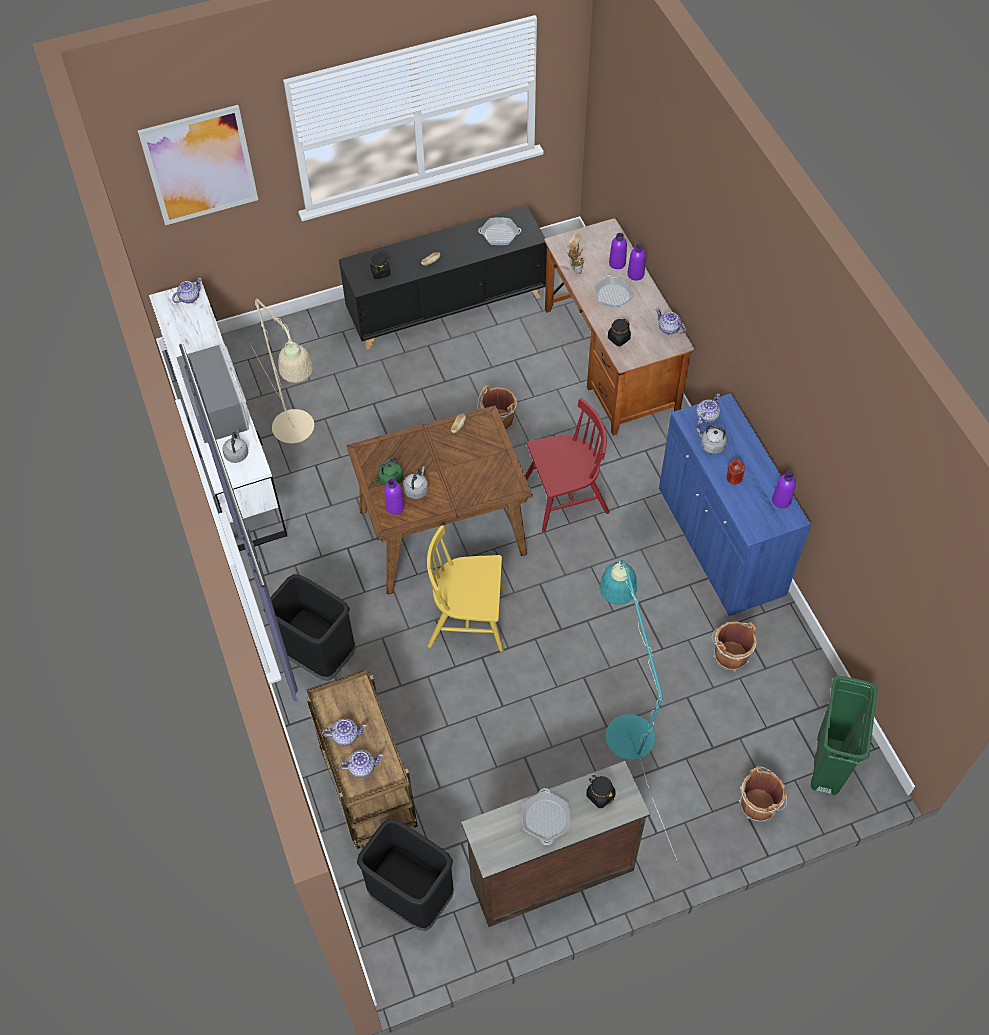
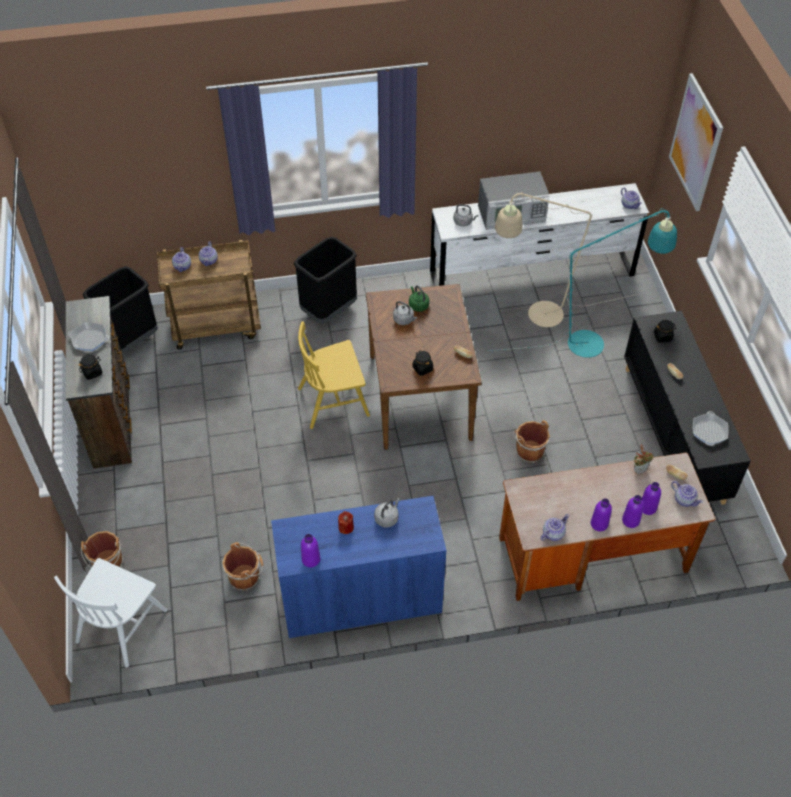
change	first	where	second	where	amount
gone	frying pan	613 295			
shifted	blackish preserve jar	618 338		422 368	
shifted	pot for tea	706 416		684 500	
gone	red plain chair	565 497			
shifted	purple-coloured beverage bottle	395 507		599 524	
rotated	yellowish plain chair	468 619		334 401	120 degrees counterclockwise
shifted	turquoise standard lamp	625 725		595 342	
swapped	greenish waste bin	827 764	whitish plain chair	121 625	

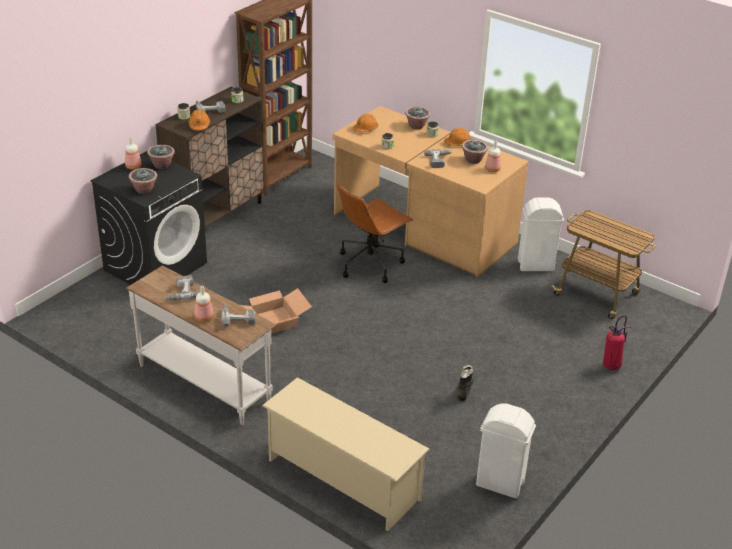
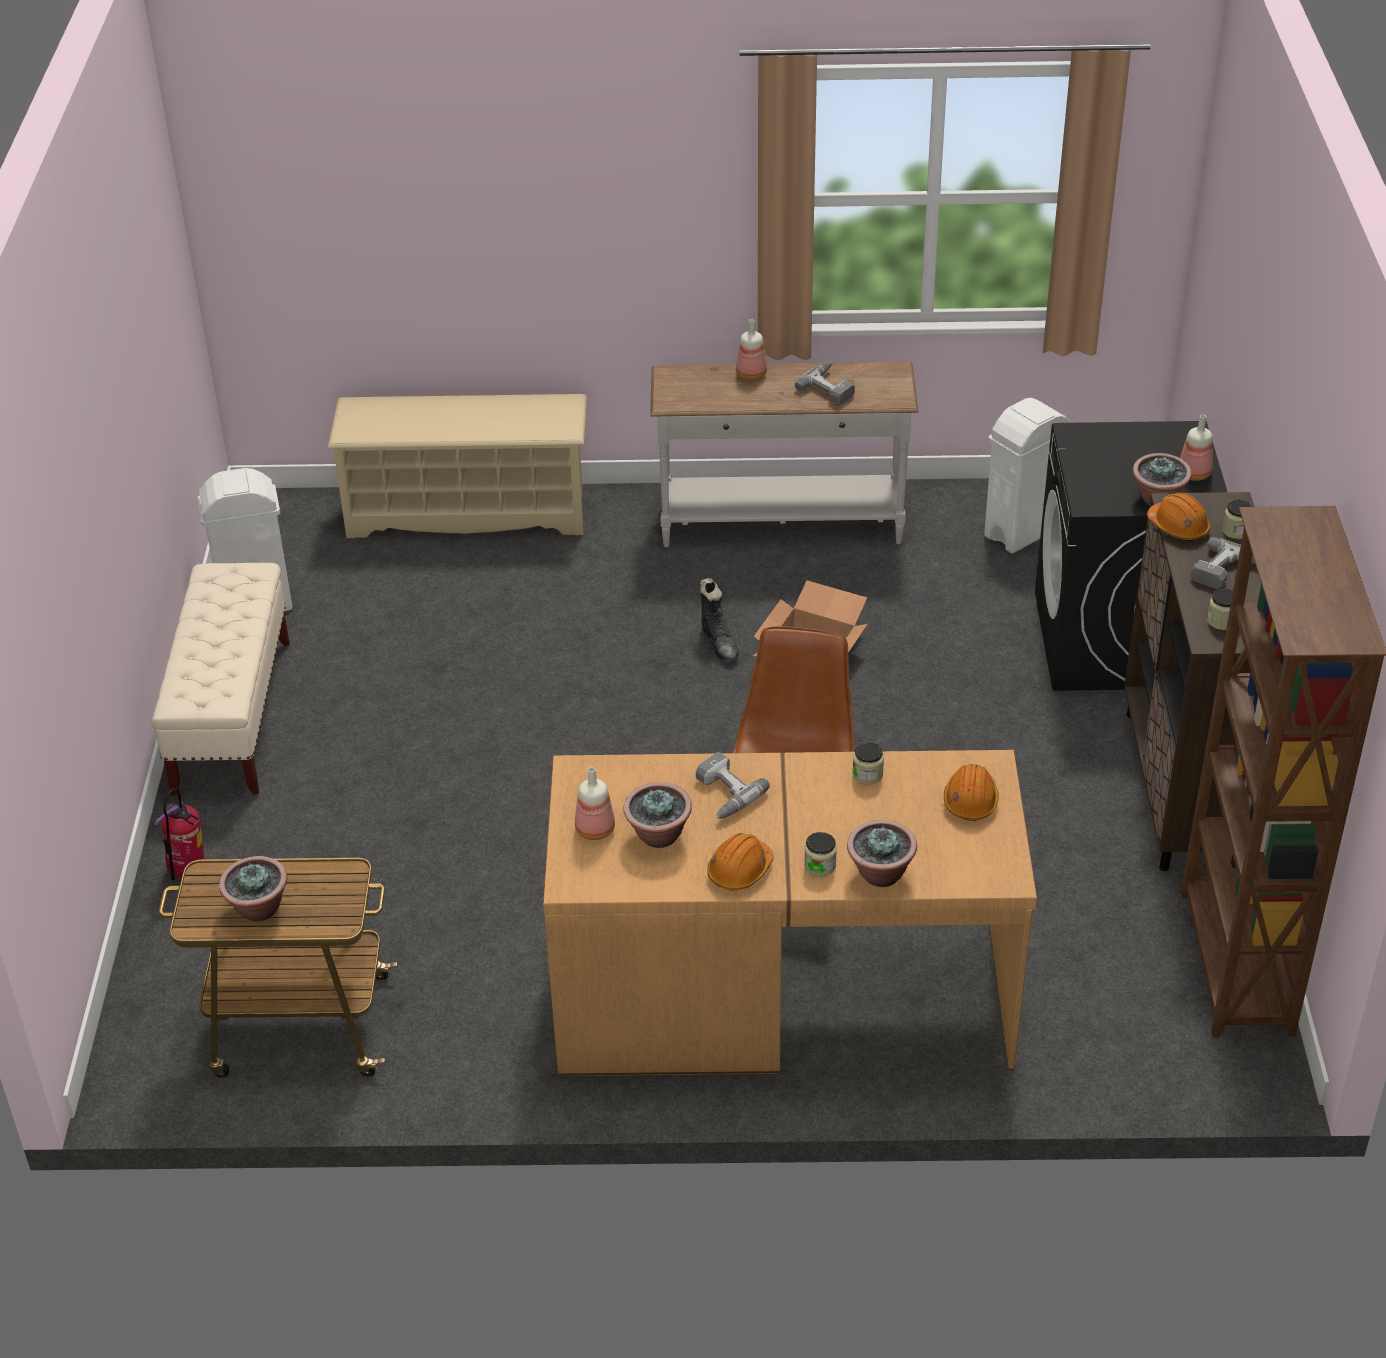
change	first	where	second	where	amount
shifted	houseplant	144 190		258 909	
shifted	whitish waste bin	535 265		1022 532	
gone	power drill	238 317			
shifted	blackish tall boot	464 389		719 644	
new			sand-coloured indoor bench	233 716	

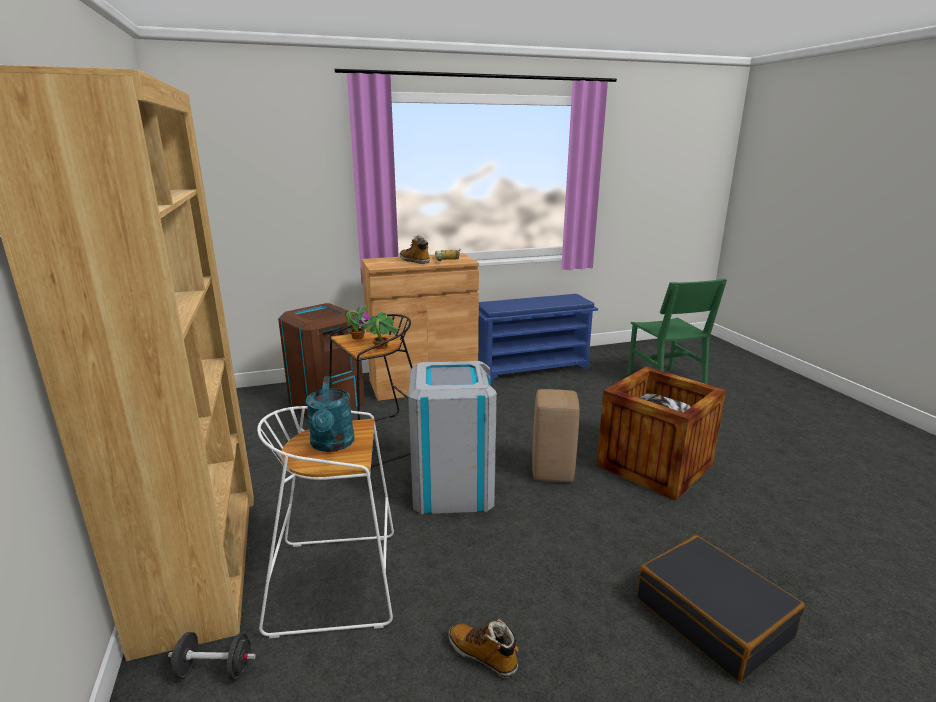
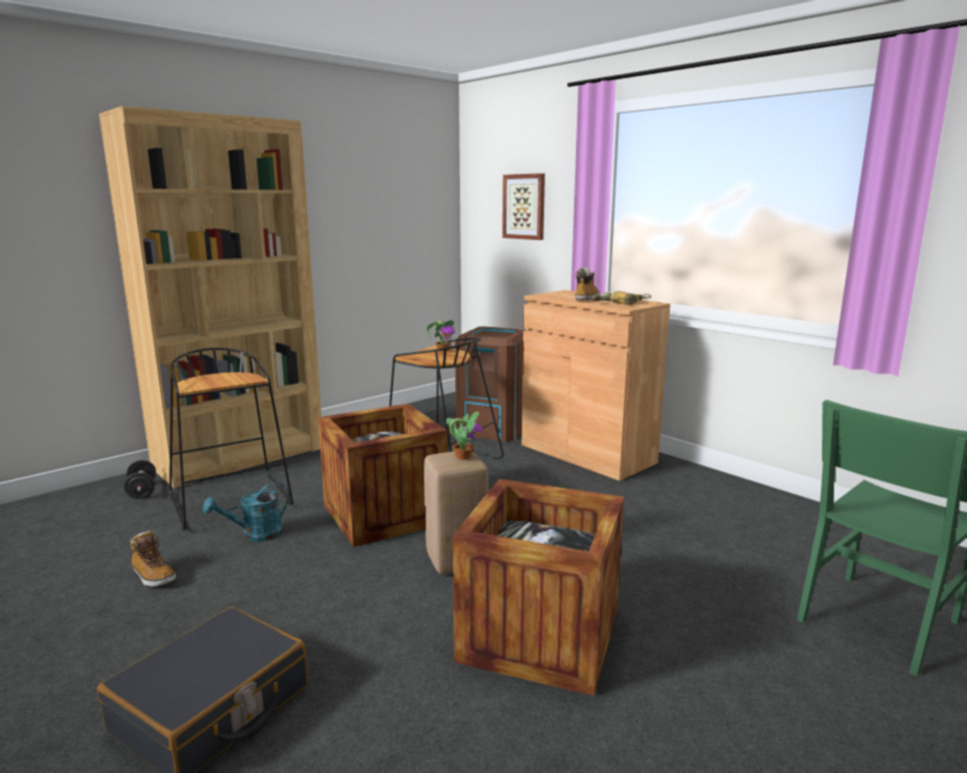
change	first	where	second	where	amount
gone	blue-coloured shoe stand	532 367			
shifted	houseplant	380 347		462 456	
swapped	grey waste bin	452 488	packing crate	384 514	
shifted	turquoise sprinkling can	332 445		255 535	
repainted	whitish sitting stool	338 581	blackish sitting stool	232 502	
rotated	tall boot	483 655		153 576	120 degrees clockwise
new			wall picture	524 206	

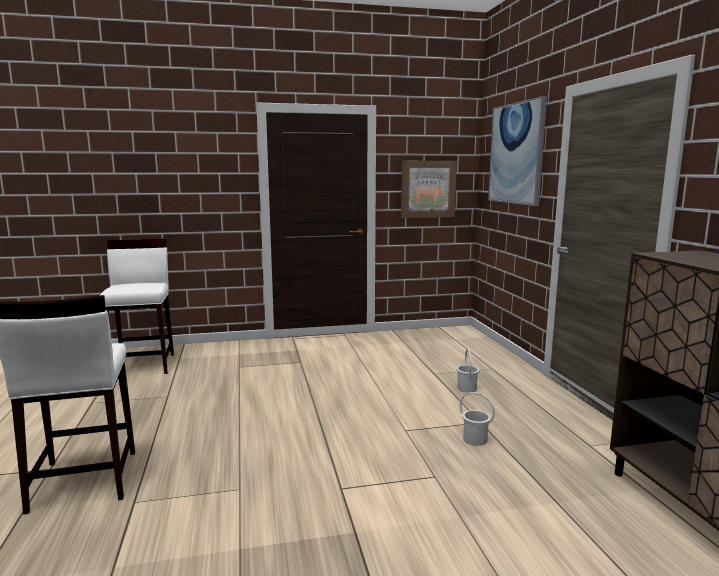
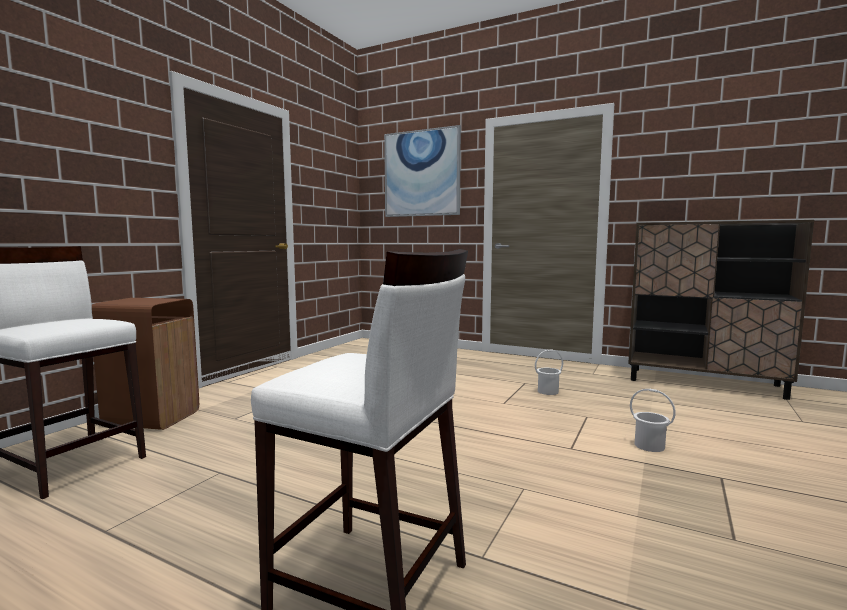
change	first	where	second	where	amount
gone	wall picture	428 189			
shifted	whitish bucket	467 388		649 445	
new			brownish waste bin	152 418	

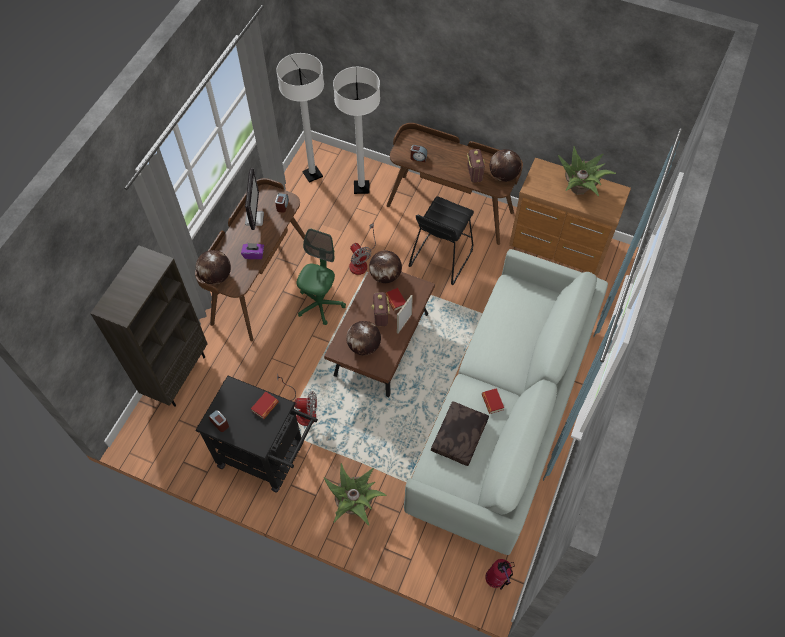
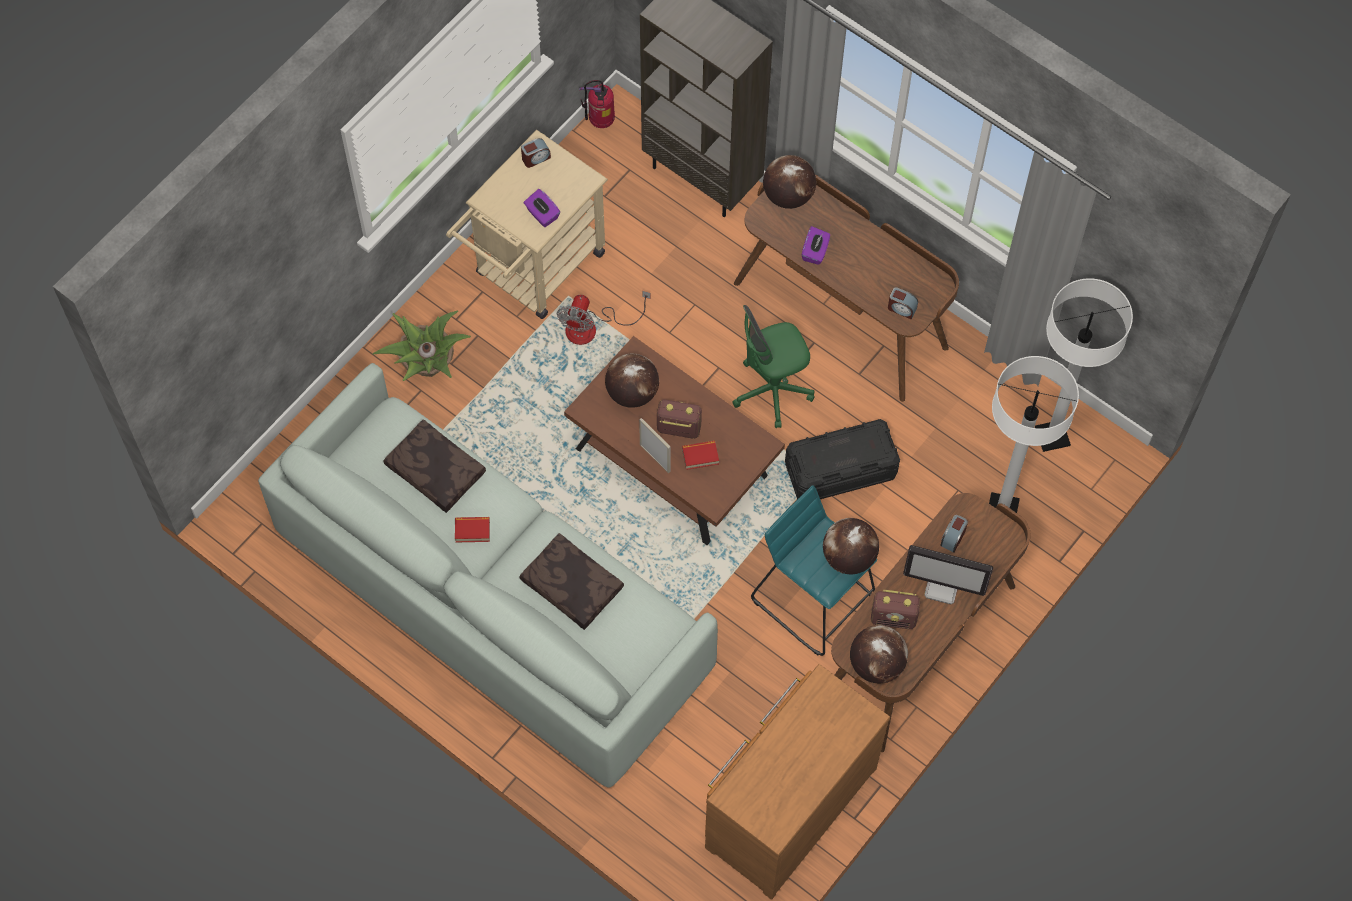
change	first	where	second	where	amount
gone	houseplant	579 189			
shifted	computer screen	254 218		942 587	
repainted	blackish sitting stool	440 257	turquoise sitting stool	814 598	
swapped	fan	361 261	blackish storage bin	840 470	
rotated	greenish office chair	320 304		772 391	120 degrees clockwise
shifted	world globe	385 276		848 557	
repainted	blackish cart	268 457	sand-coloured cart	533 271	
swapped	book	265 406	purple-coloured tissue box	542 214	
shifted	extinguisher	496 579		600 122	
new			brownish throw pillow	570 586	

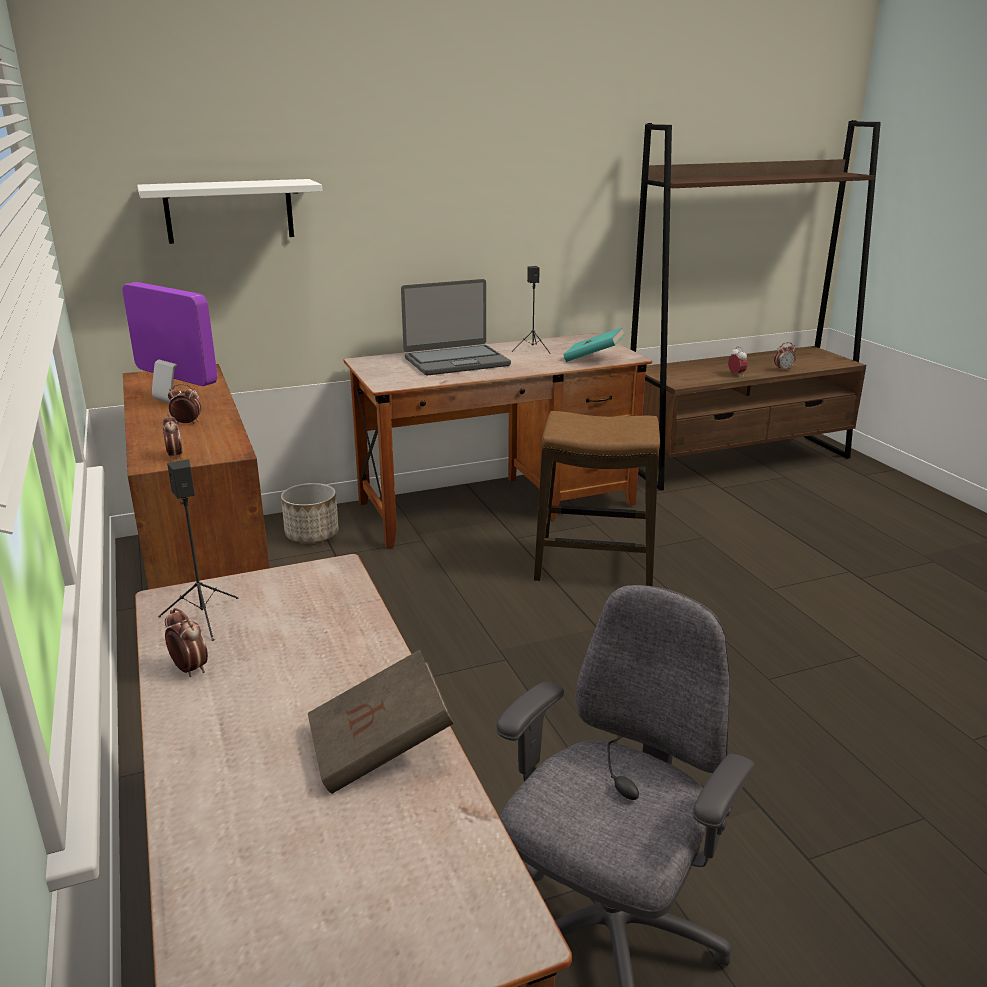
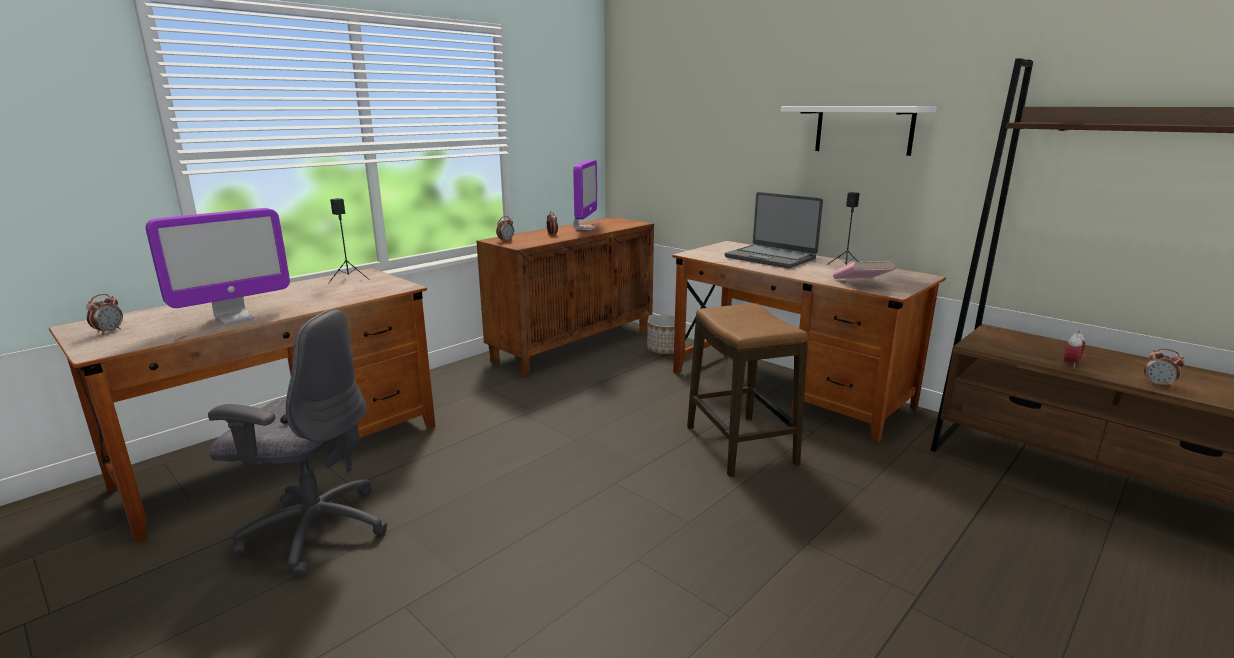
change	first	where	second	where	amount
shifted	whitish bracket shelf	229 211		863 129	
repainted	turquoise book	593 359	pinkish book	861 284	
shifted	bedside clock	189 669		109 331	
swapped	brownish book	380 748	computer screen	234 318	

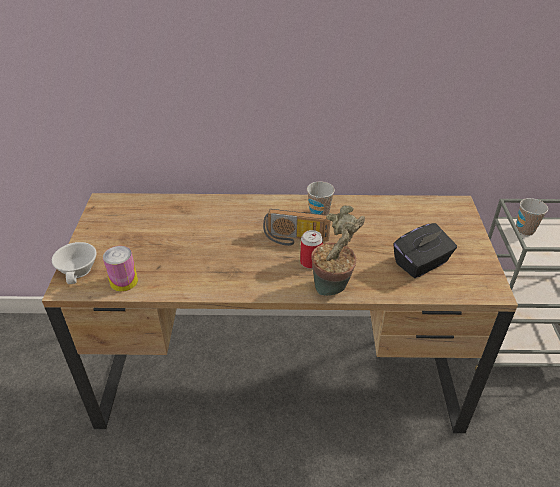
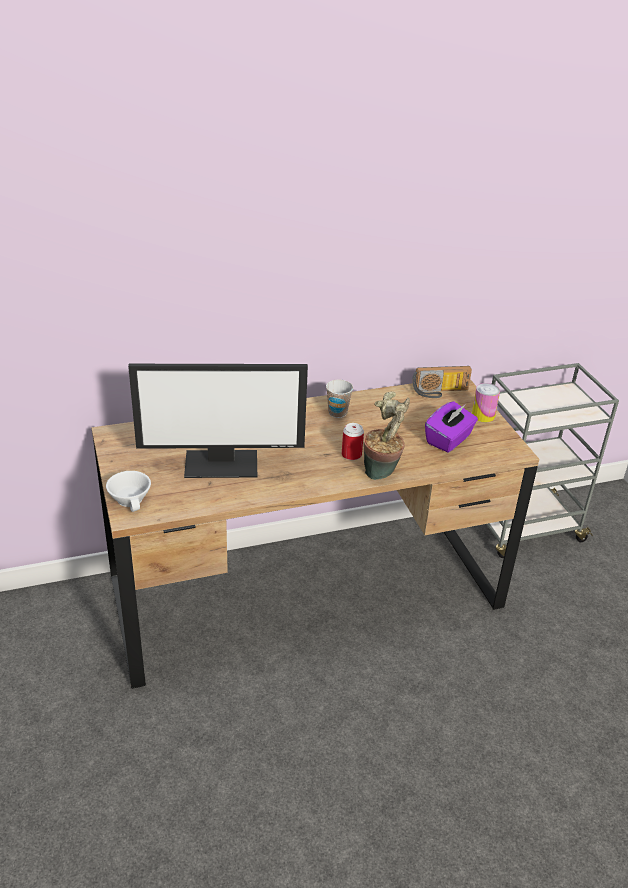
change	first	where	second	where	amount
gone	drinking cup	524 230			
shifted	radio	295 239		440 392	
repainted	blackish tissue box	421 263	purple-coloured tissue box	449 440	
shifted	sealed can	124 281		483 415	
new			computer screen	222 463	

